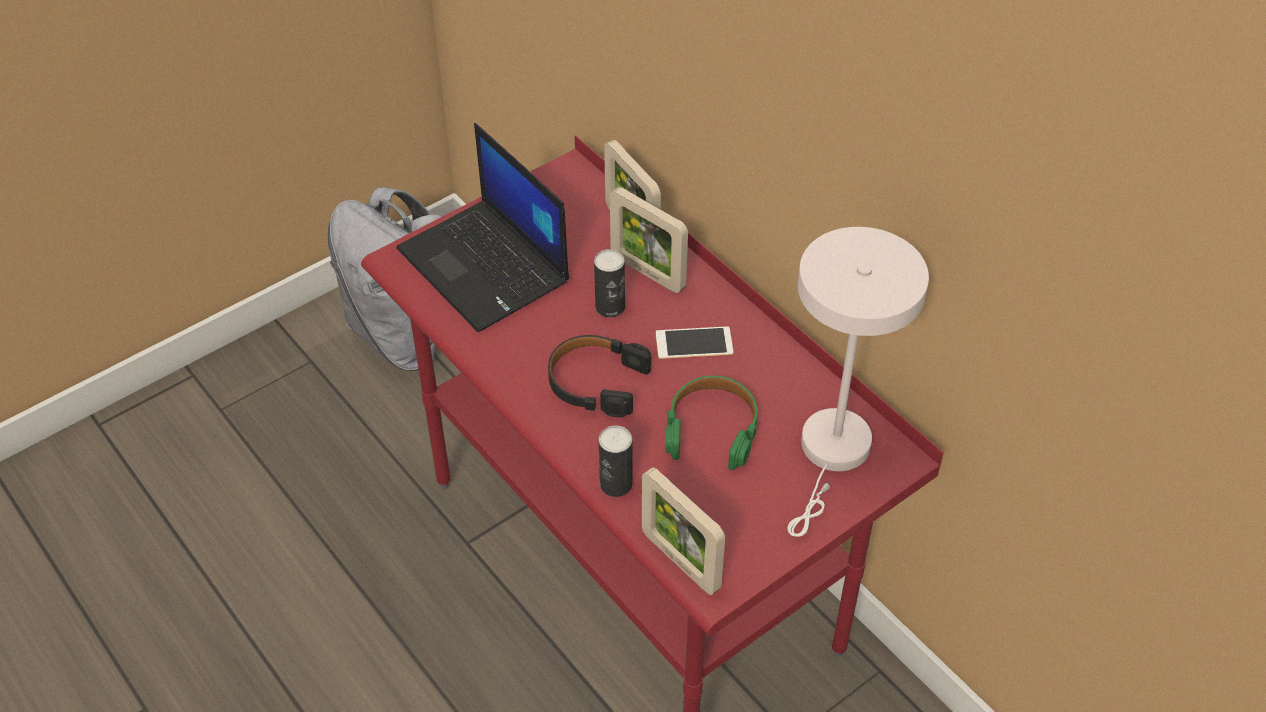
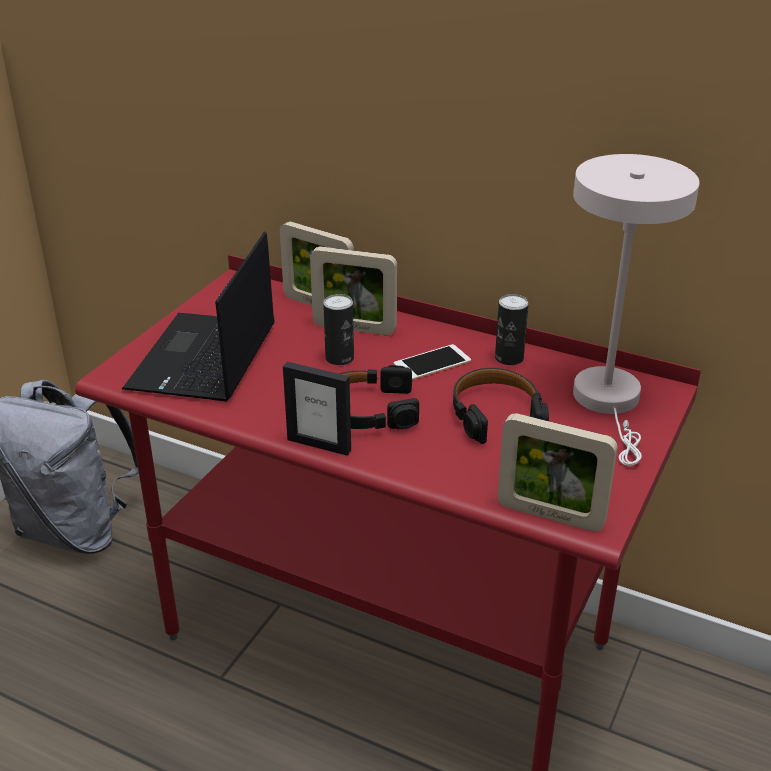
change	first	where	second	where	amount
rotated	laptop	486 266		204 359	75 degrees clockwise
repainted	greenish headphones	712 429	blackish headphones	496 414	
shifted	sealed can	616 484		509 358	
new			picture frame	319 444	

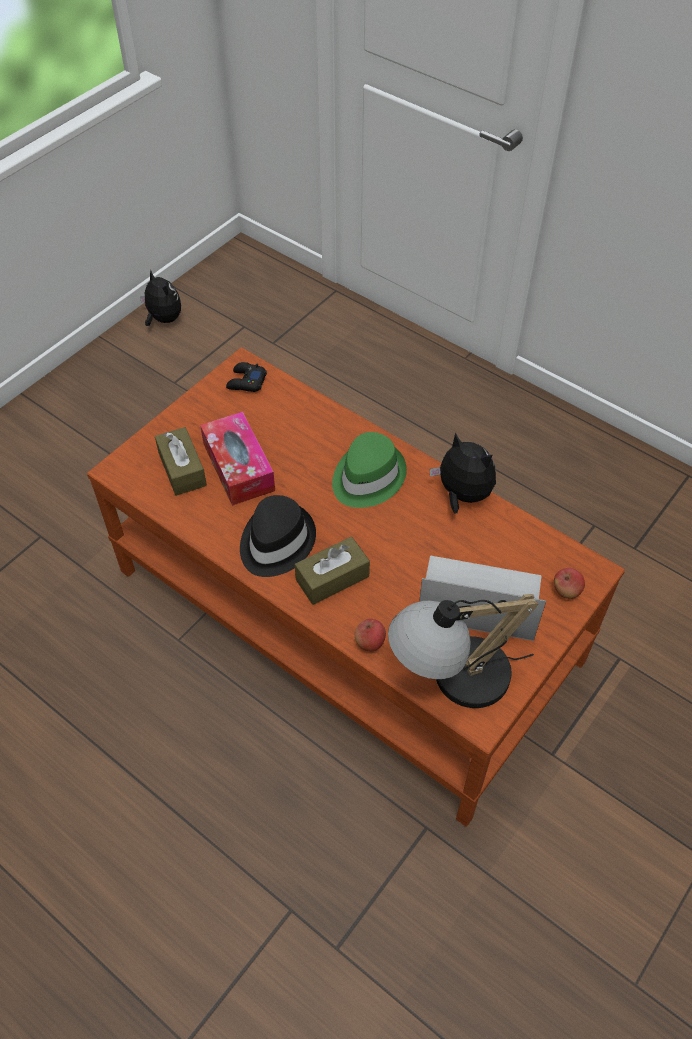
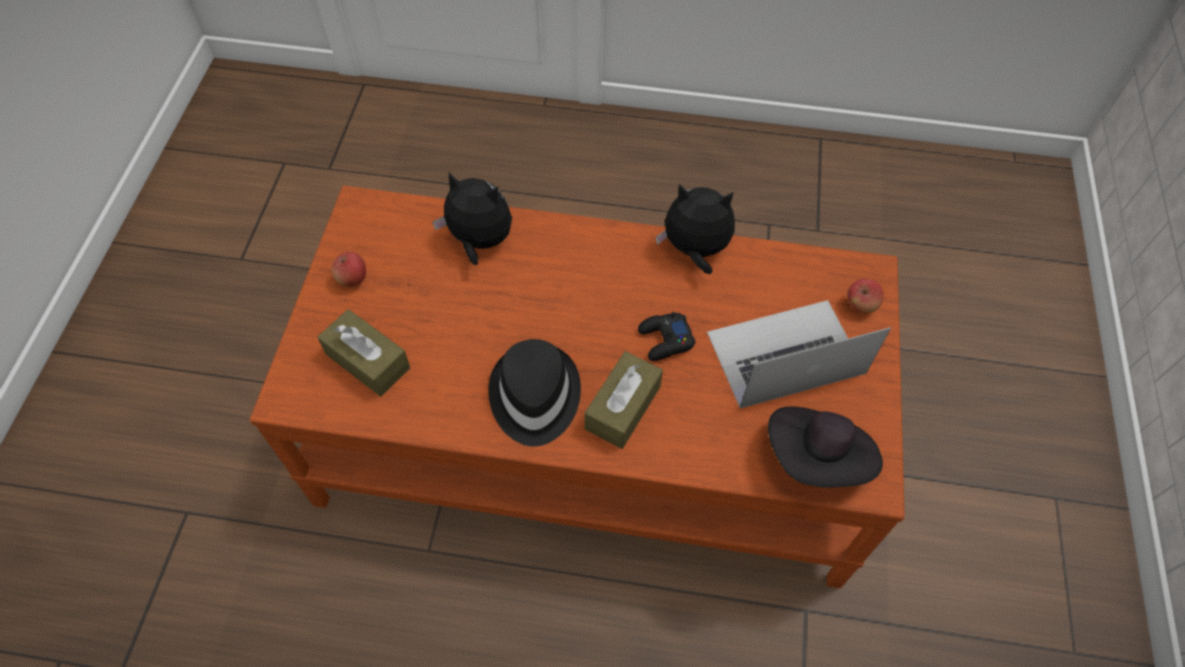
change	first	where	second	where	amount
shifted	cuddly toy	163 319		479 241	
shifted	blackish game controller	246 382		665 340	
gone	tissue box	238 467			
gone	greenish clothing hat	367 477			
swapped	table lamp	452 680	blackish clothing hat	818 458	
shifted	apple	370 642		352 279	

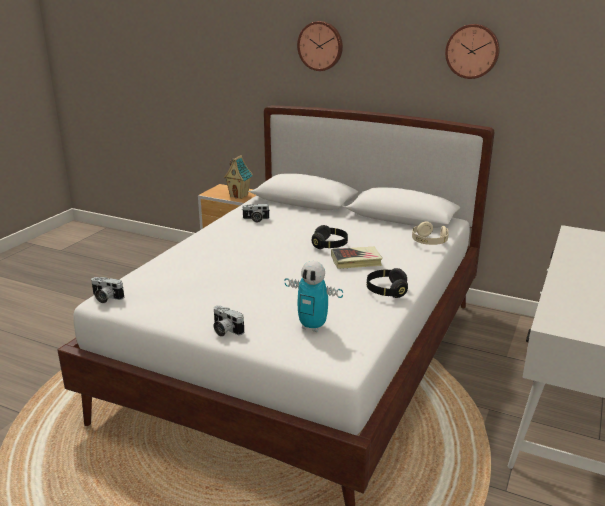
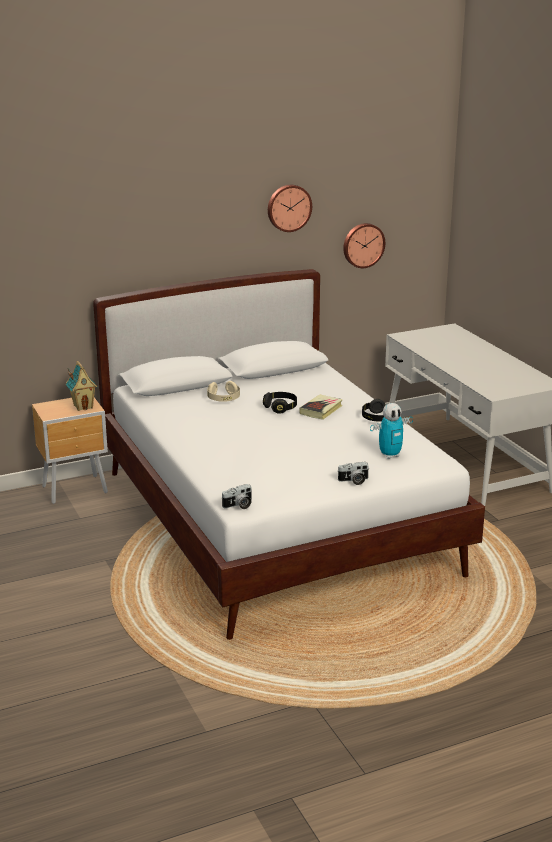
change	first	where	second	where	amount
shifted	hanging clock	320 46		363 245	
gone	still camera	255 219			
shifted	sand-coloured headphones	428 242		223 399	

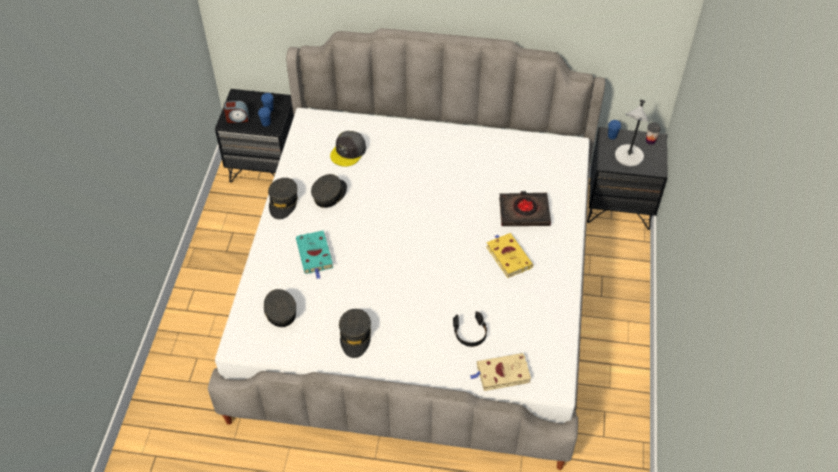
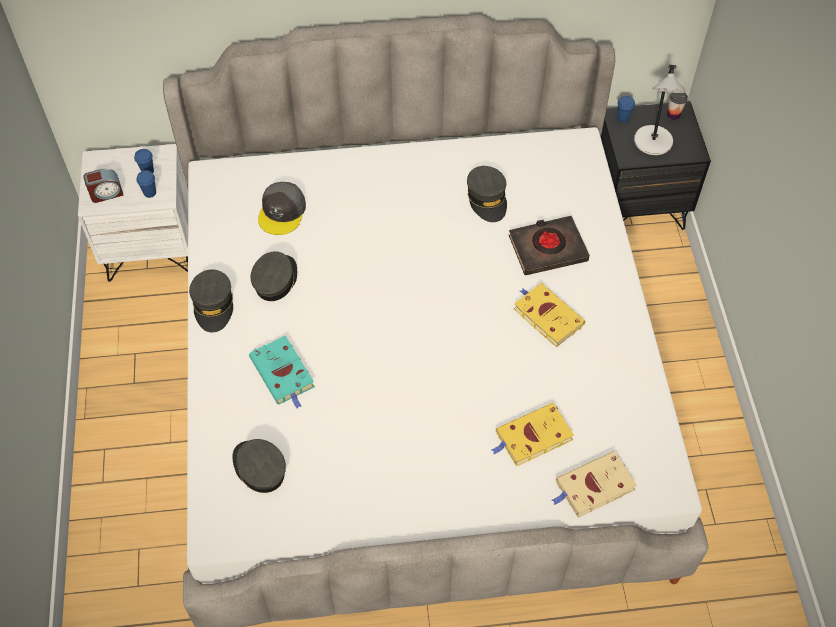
change	first	where	second	where	amount
repainted	blackish bedside table	265 166	whitish bedside table	152 248	
shifted	grey cap	355 336		487 199	
swapped	blackish headphones	470 332	yellowish book	532 437	

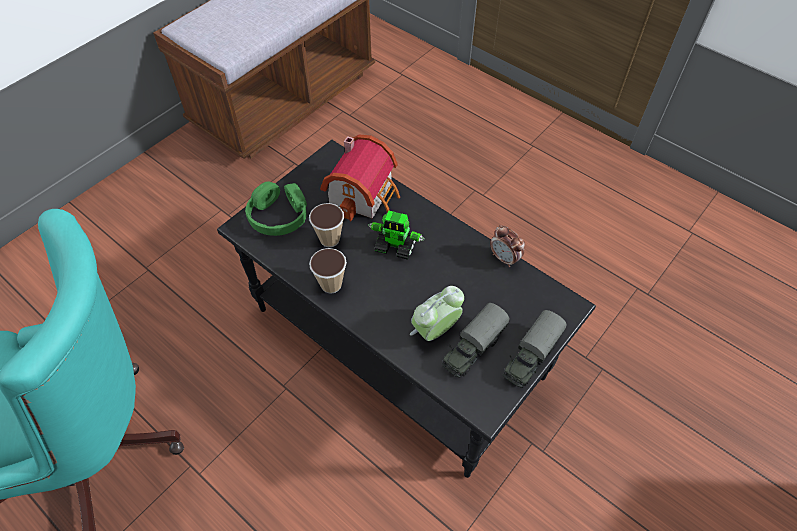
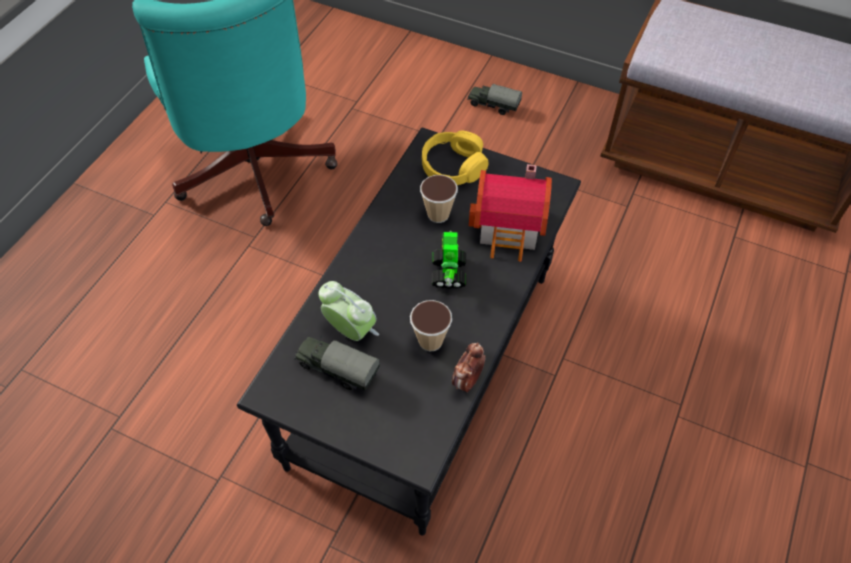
change	first	where	second	where	amount
repainted	greenish headphones	279 216	yellowish headphones	453 166	
shifted	drinking cup	331 284		430 341	
shifted	toy truck	530 357		493 105	

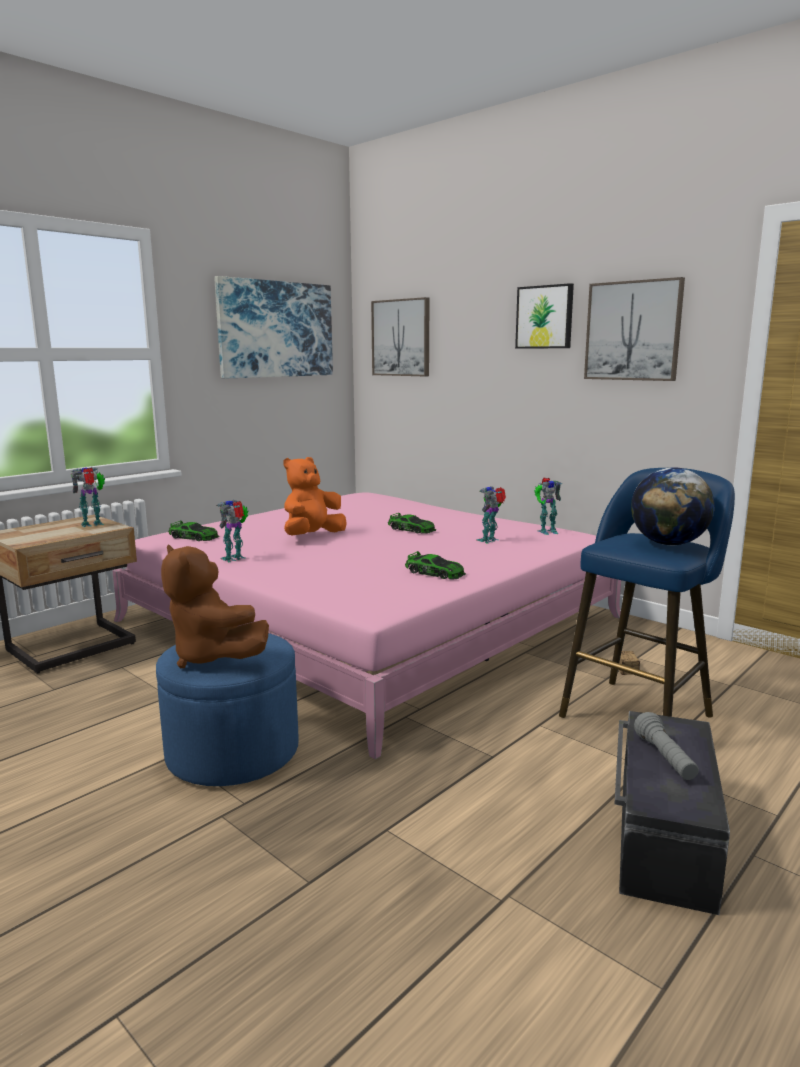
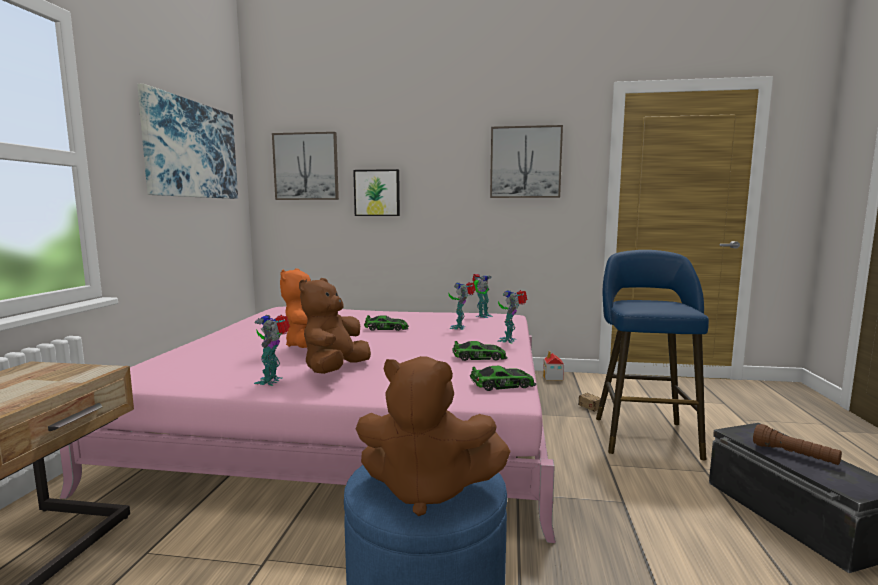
change	first	where	second	where	amount
shifted	wall picture	545 317		377 193	
shifted	model robot	93 524		509 340	
gone	world globe	668 544			
shifted	miniature car	194 537		502 384	
repainted	grey hand torch	665 759	brownish hand torch	794 455	
new			brownish cuddly toy	335 370	
new			toy house	553 377	

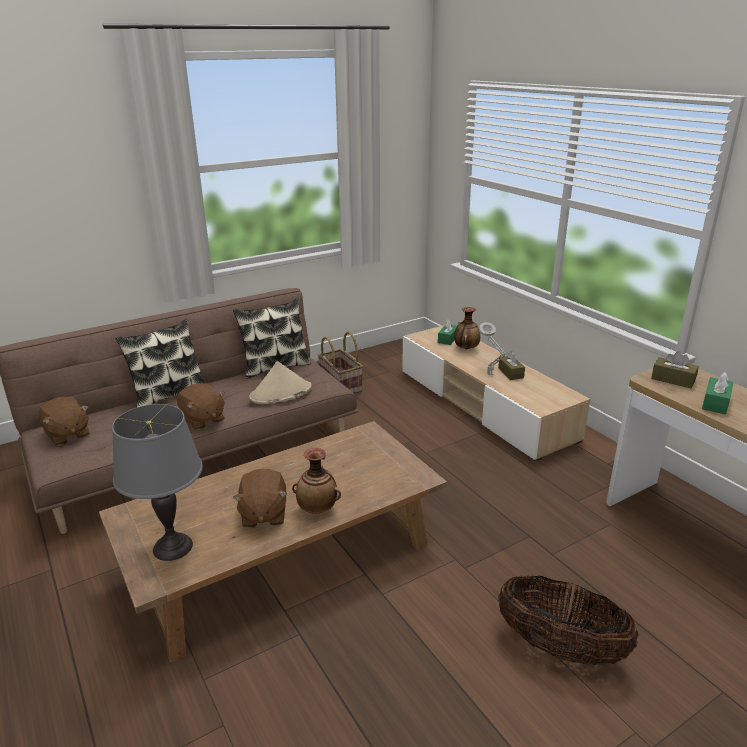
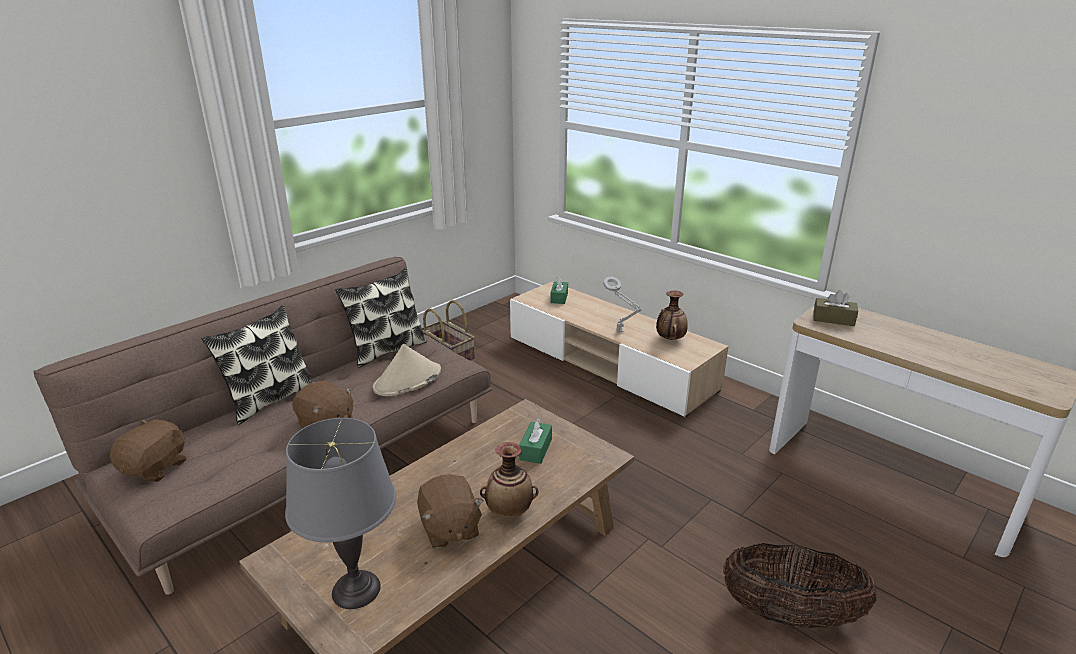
change	first	where	second	where	amount
shifted	vase	466 348		670 339	
gone	brownish tissue box	510 373			
shifted	greenish tissue box	715 403		536 449	
rotated	brownish cuddly toy	67 435		156 468	105 degrees counterclockwise

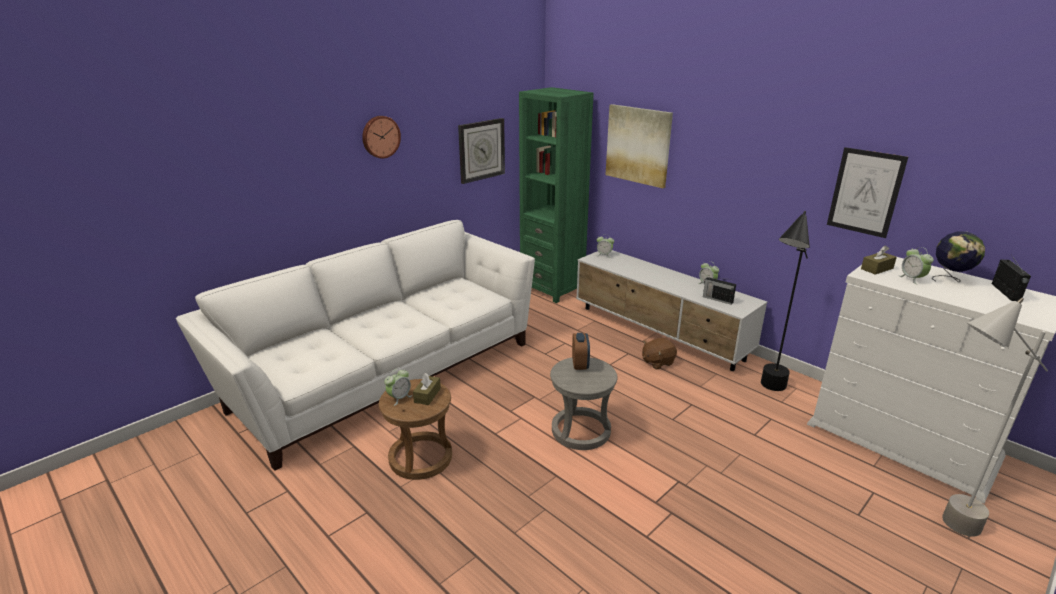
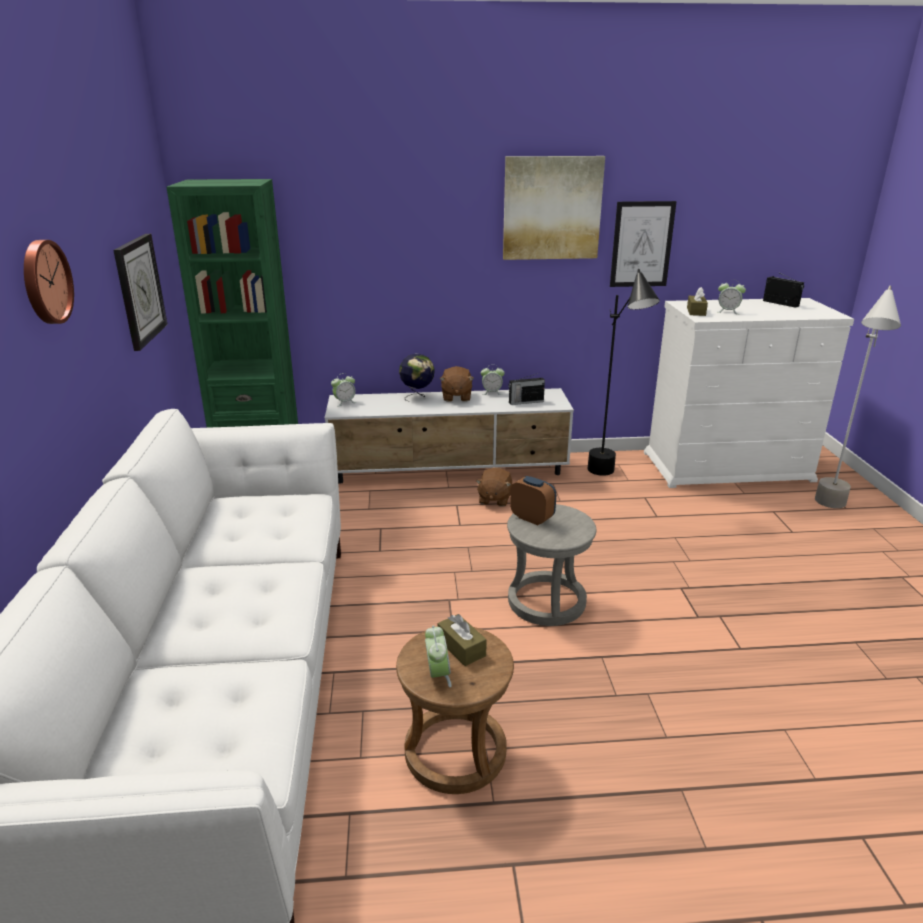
change	first	where	second	where	amount
shifted	wall picture	638 145		552 208	
shifted	world globe	950 280		417 396	
new			brownish cuddly toy	456 397	

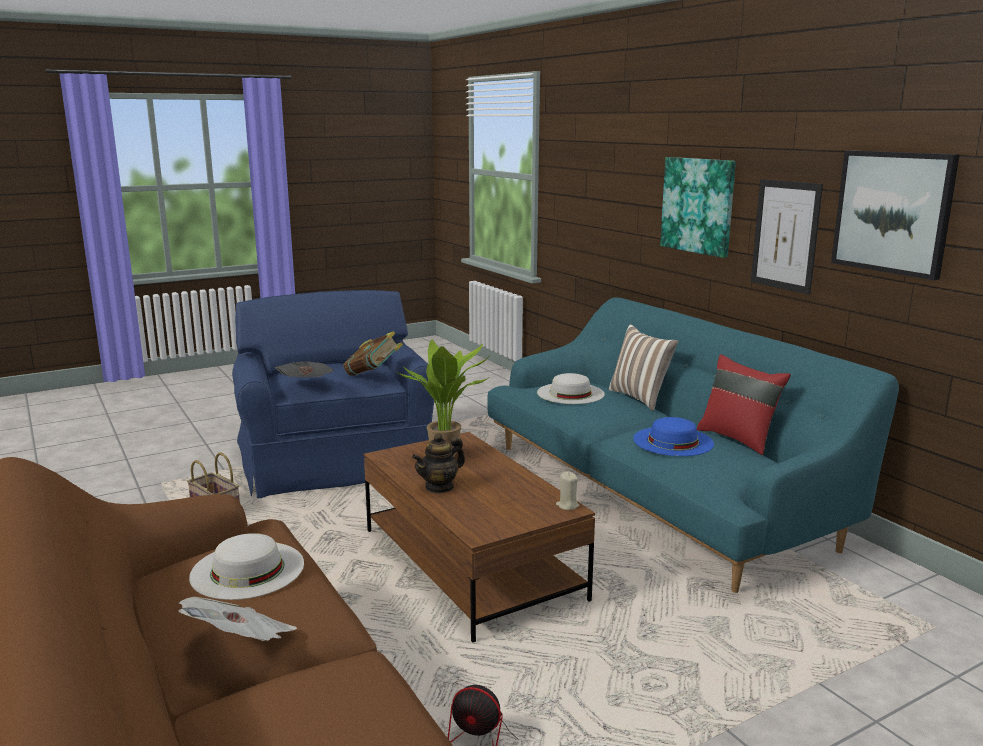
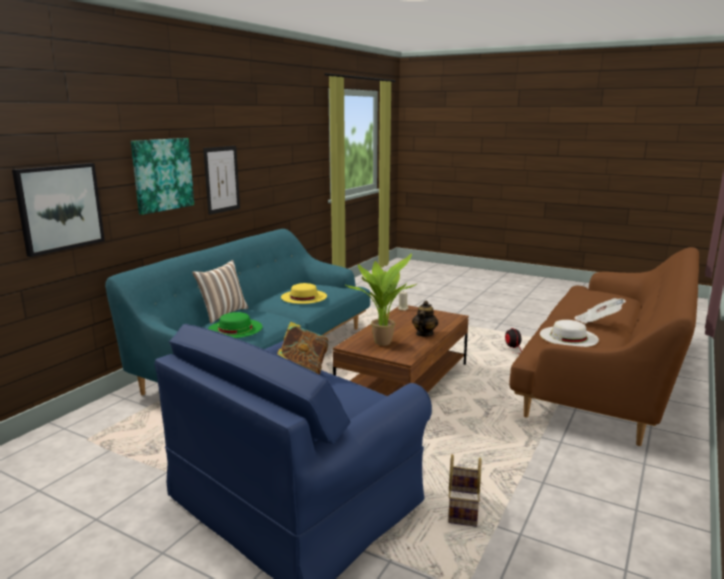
change	first	where	second	where	amount
shifted	wall picture	893 212		59 207	
gone	red throw pillow	738 439			
gone	printed paper	306 385			
repainted	whitish clothing hat	570 393	greenish clothing hat	235 328	
repainted	blue-coloured clothing hat	673 441	yellowish clothing hat	304 296	
rotated	pot for tea	439 487		424 334	90 degrees counterclockwise

